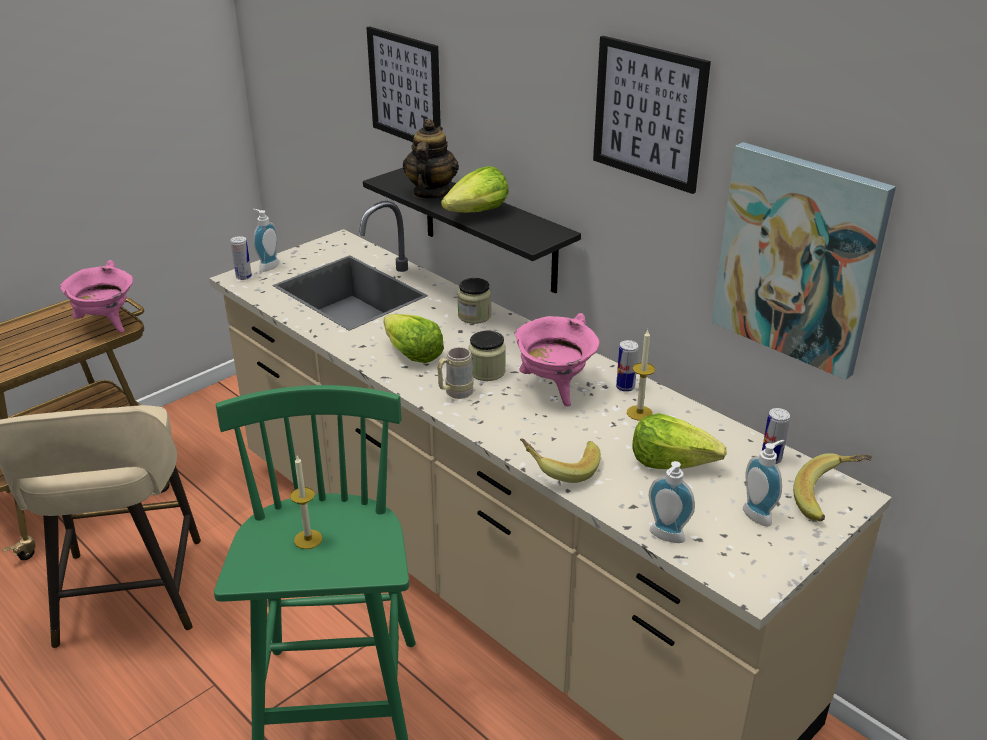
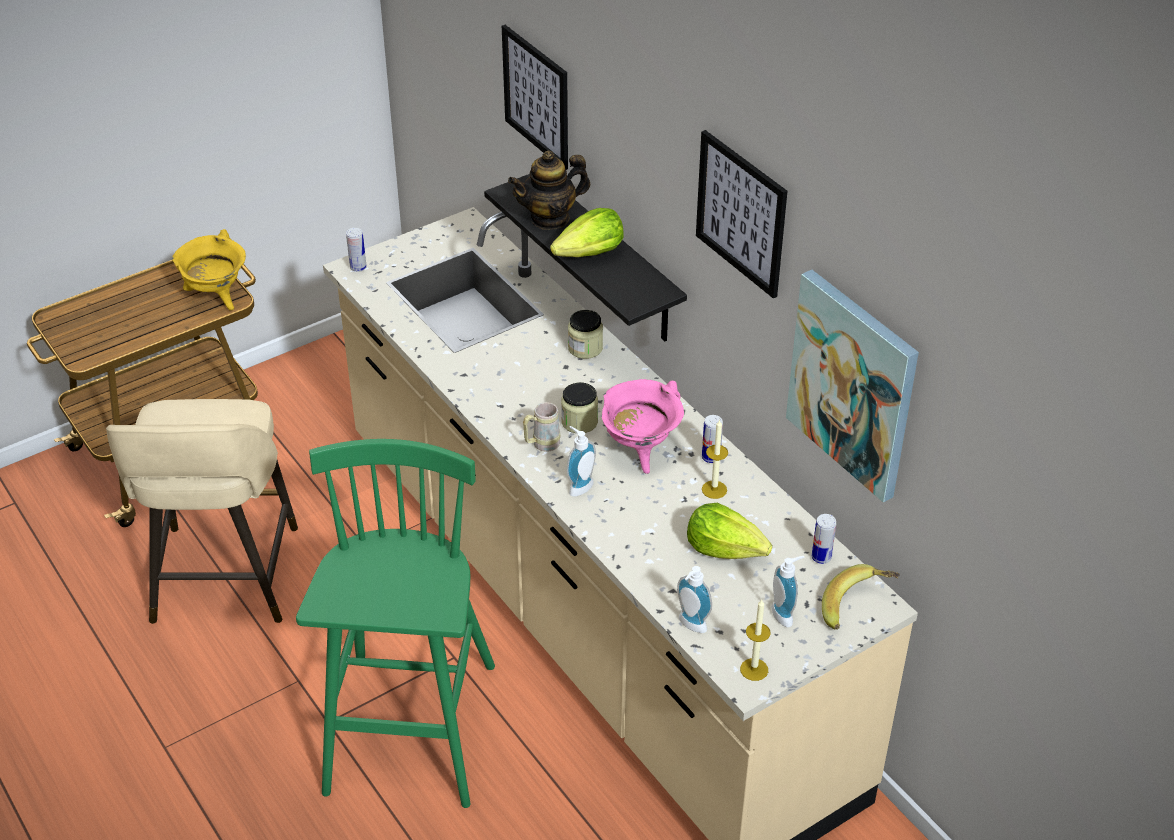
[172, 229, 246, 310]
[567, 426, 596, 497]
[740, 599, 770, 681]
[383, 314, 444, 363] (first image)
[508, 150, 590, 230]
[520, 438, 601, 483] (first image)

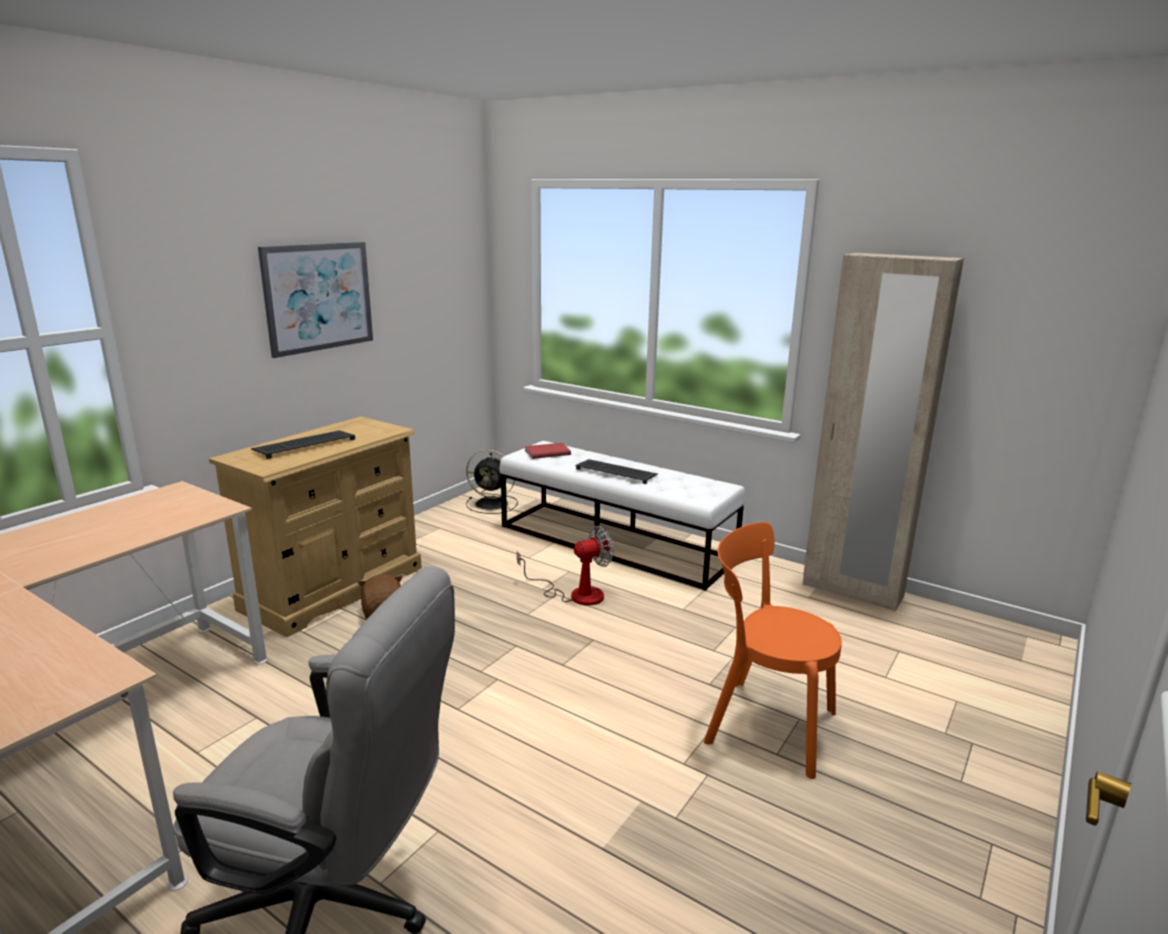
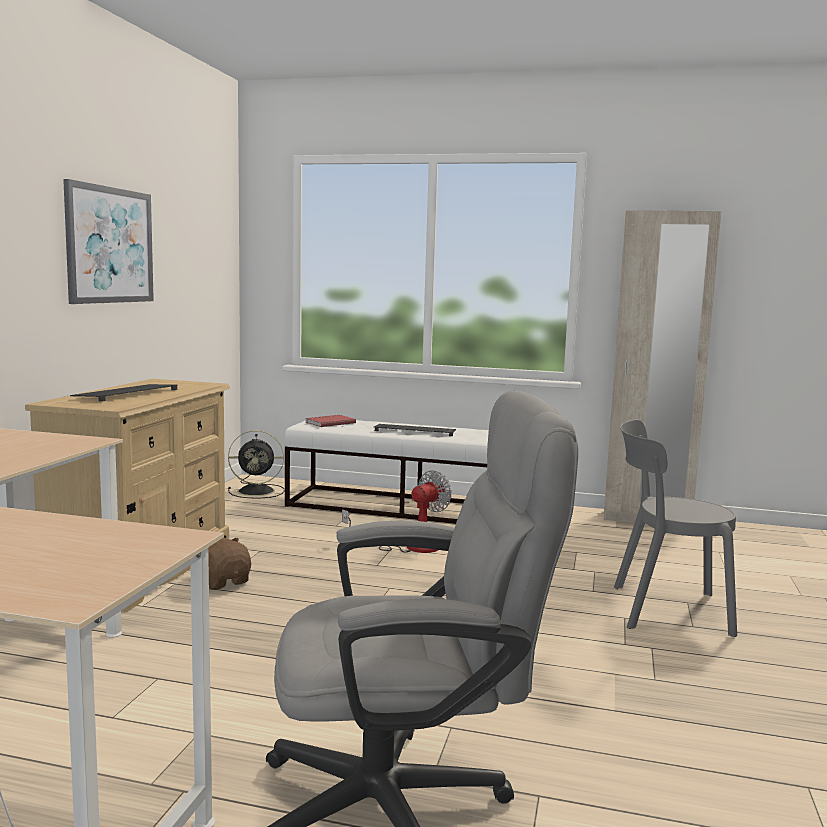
[614, 420, 737, 637]

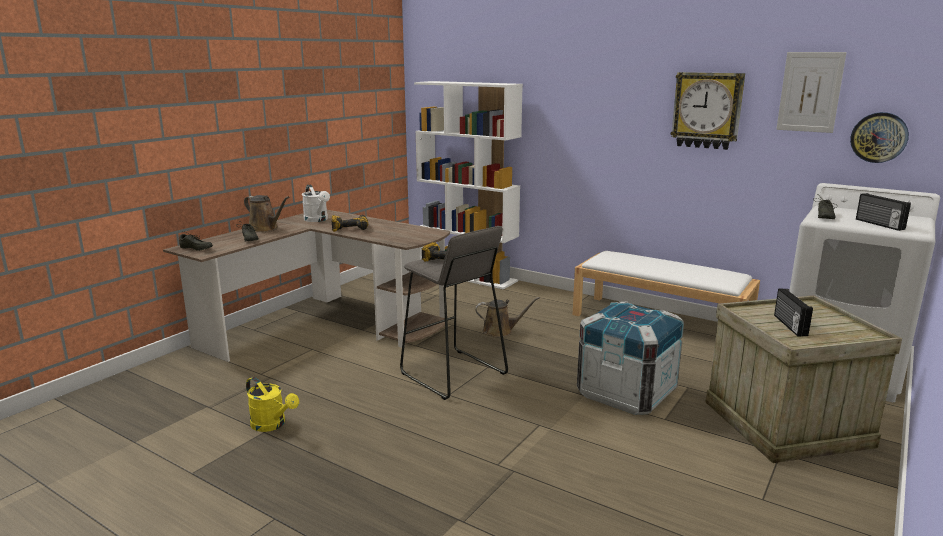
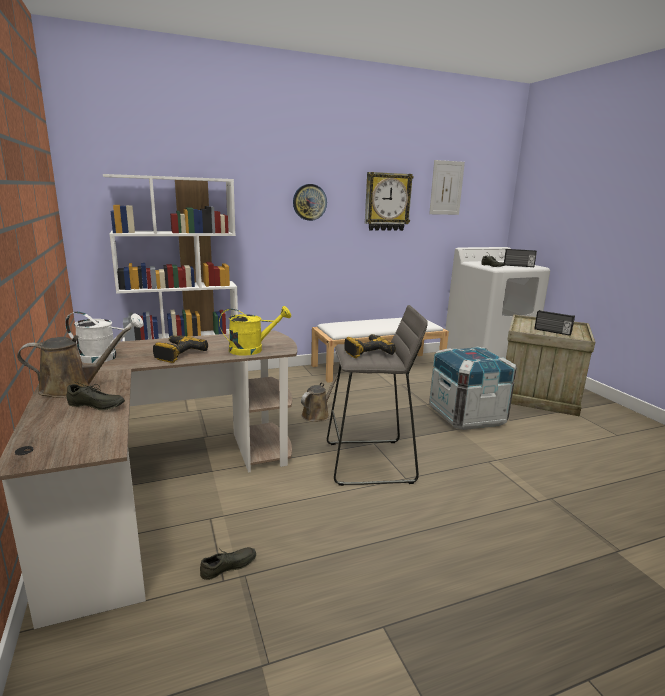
[200, 547, 256, 580]
[219, 306, 291, 356]
[293, 184, 327, 221]

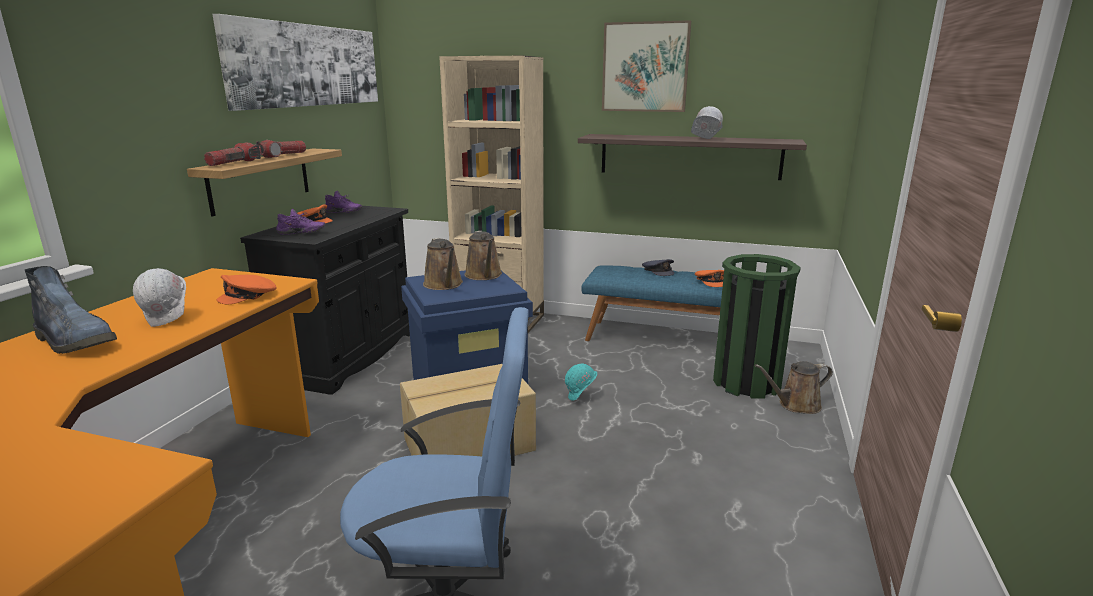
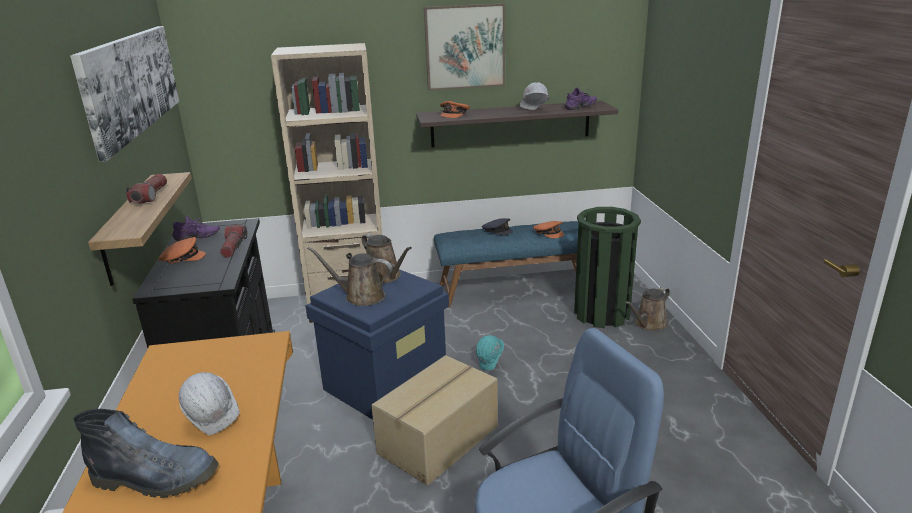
[220, 225, 248, 258]
[440, 101, 470, 118]
[564, 88, 597, 110]
[307, 247, 393, 306]

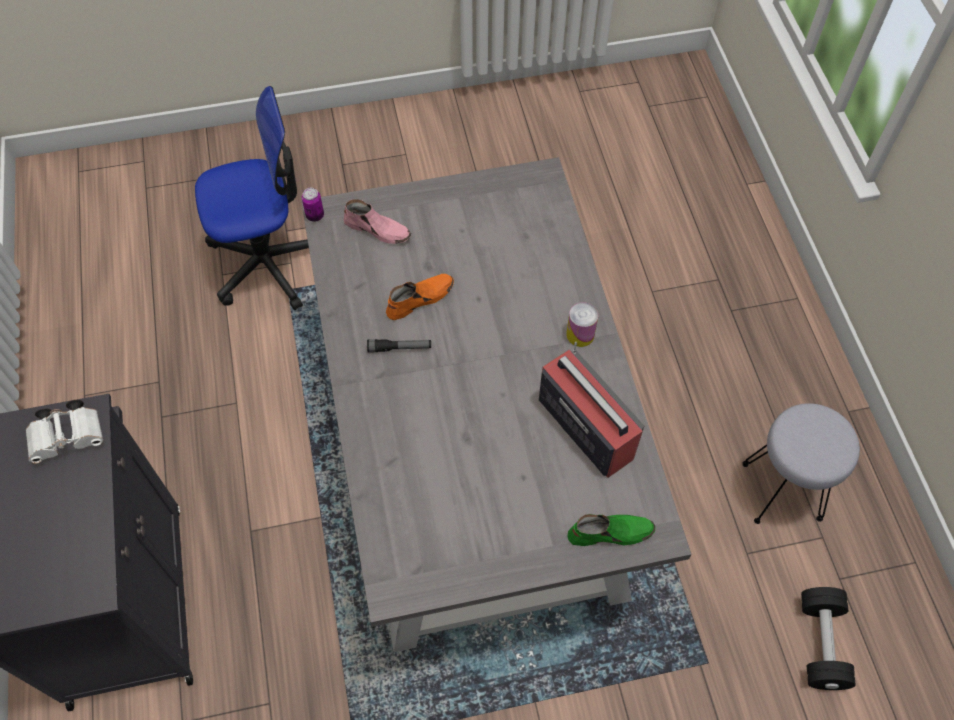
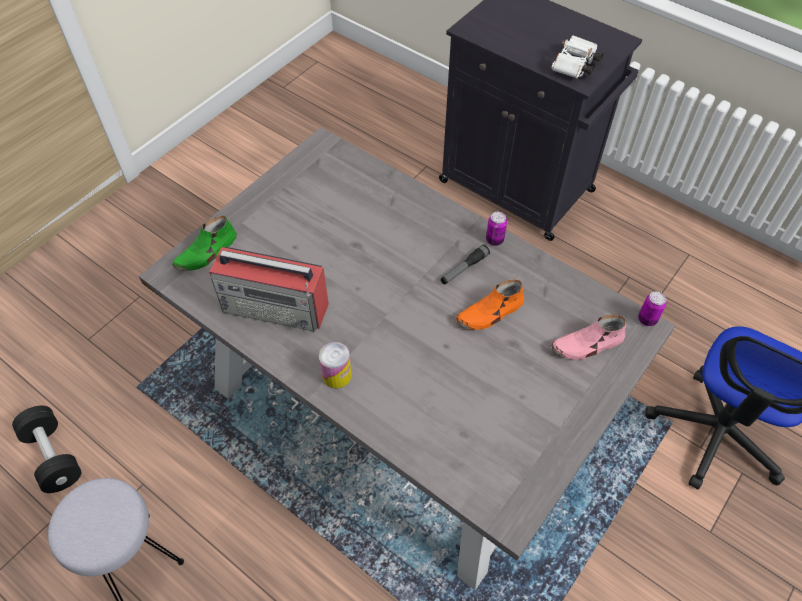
[456, 280, 524, 330]
[486, 212, 507, 246]

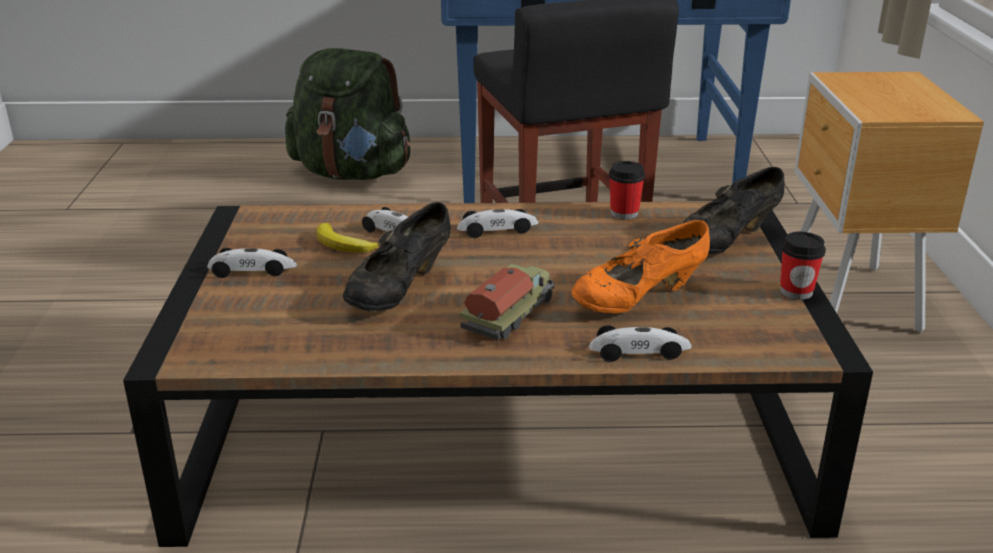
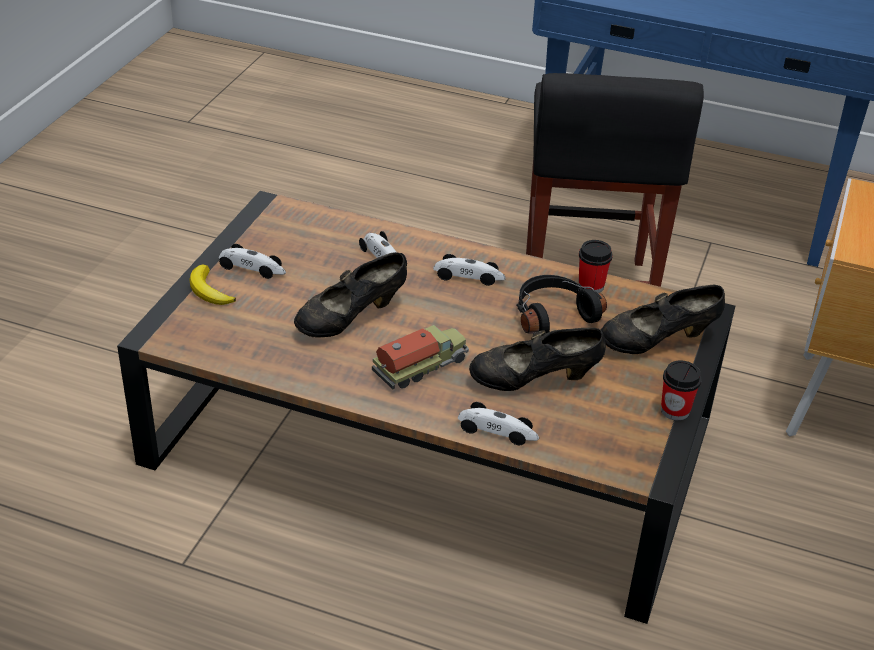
[285, 48, 410, 180] (first image)
[189, 264, 236, 305]
[469, 327, 606, 391]
[516, 275, 607, 335]

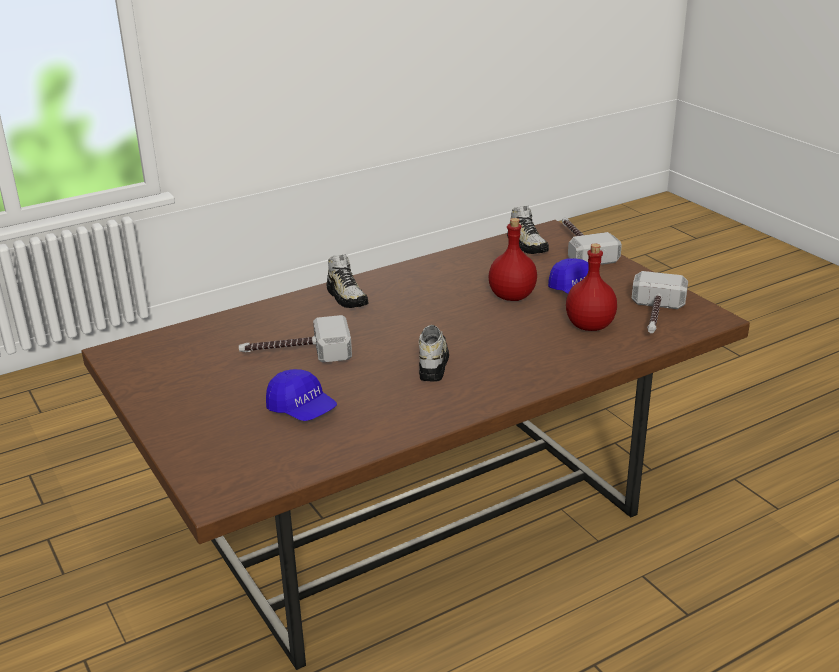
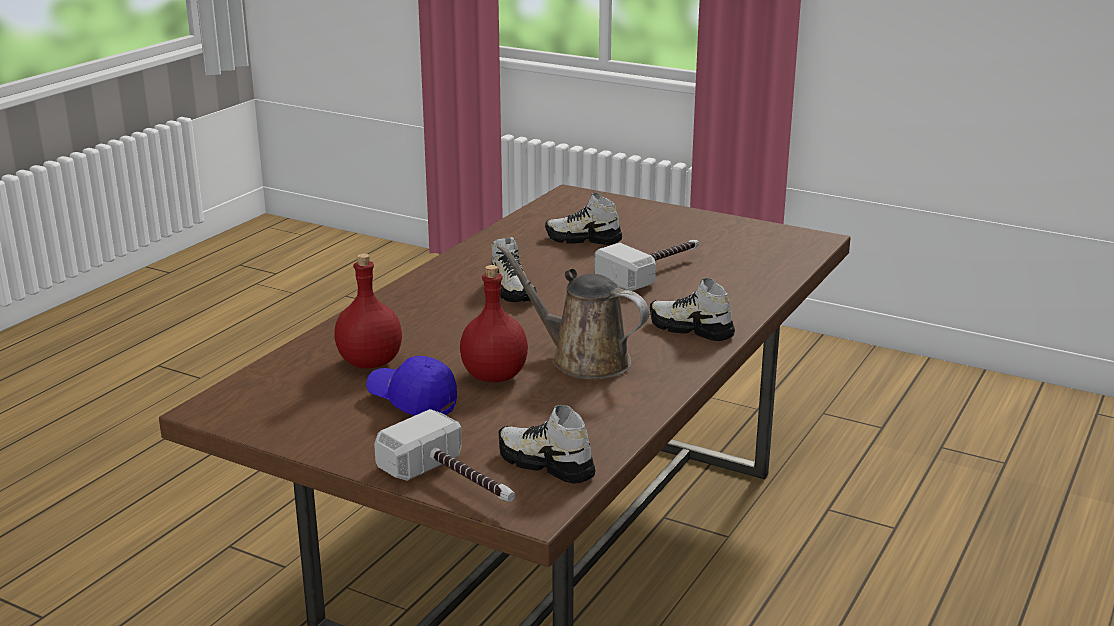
[545, 193, 622, 245]
[632, 271, 688, 333] (first image)
[497, 244, 649, 379]

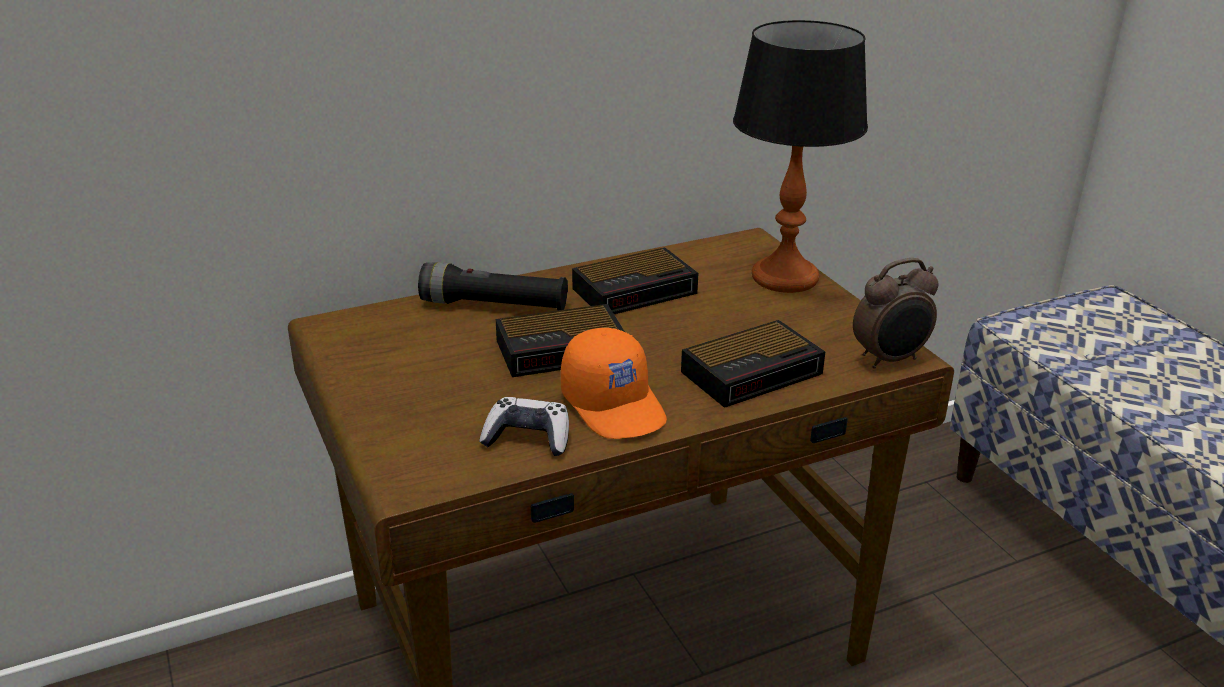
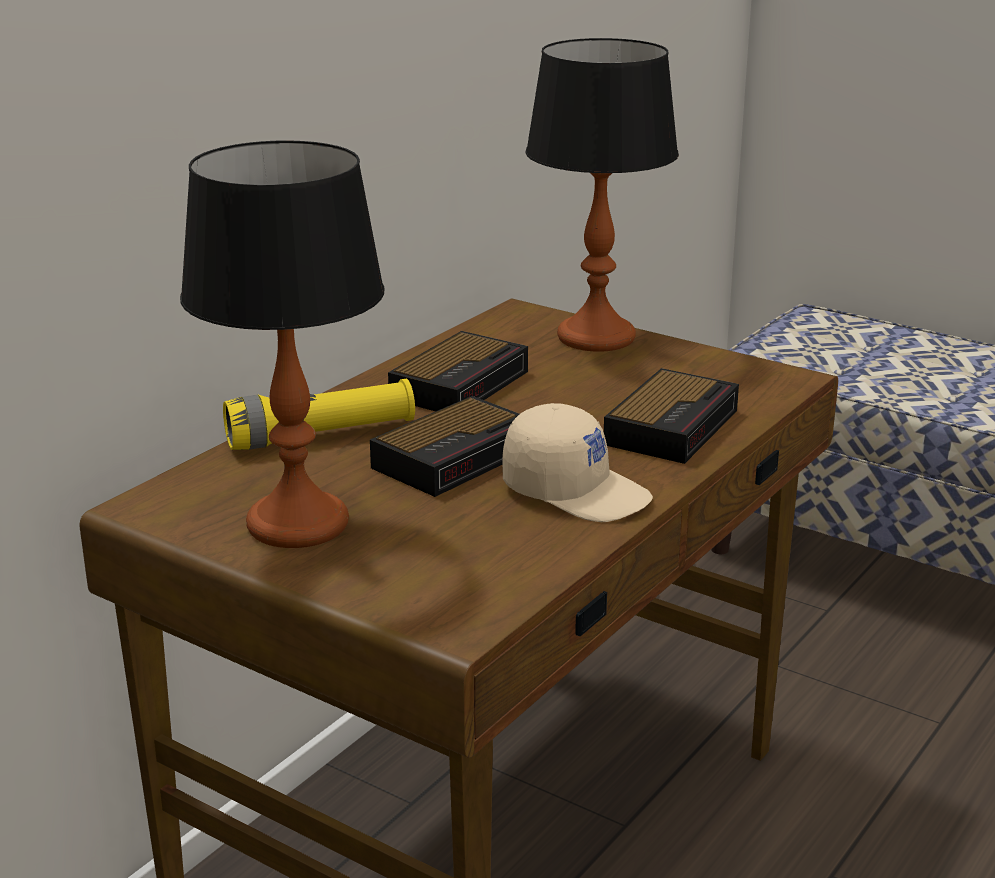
[223, 379, 415, 450]
[479, 397, 569, 456] (first image)
[502, 403, 653, 522]
[853, 258, 939, 369] (first image)
[180, 140, 385, 548]

